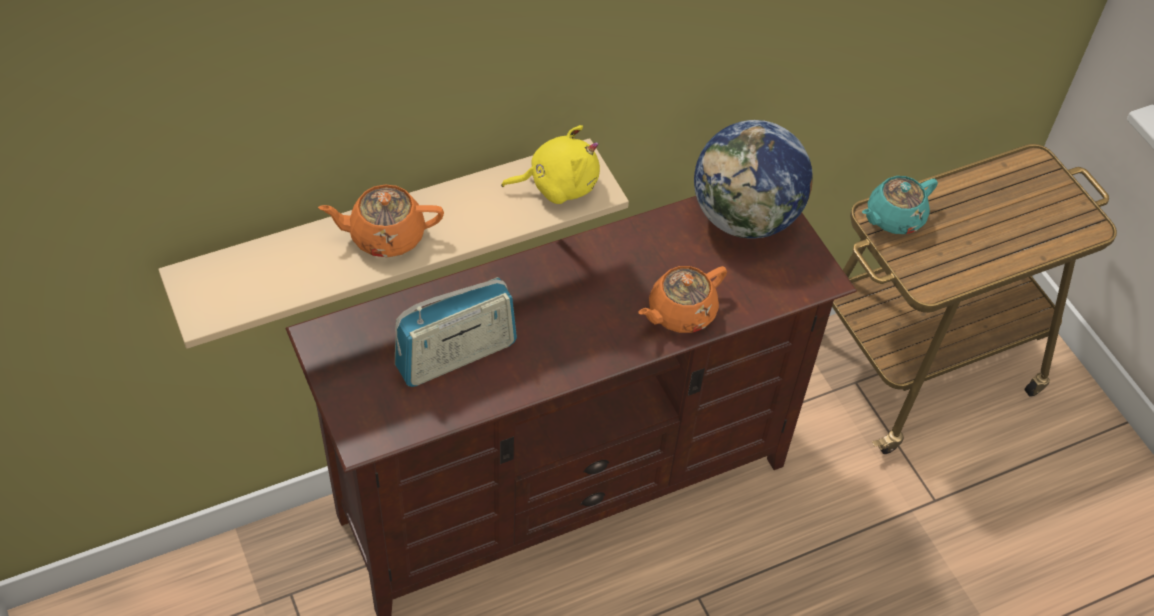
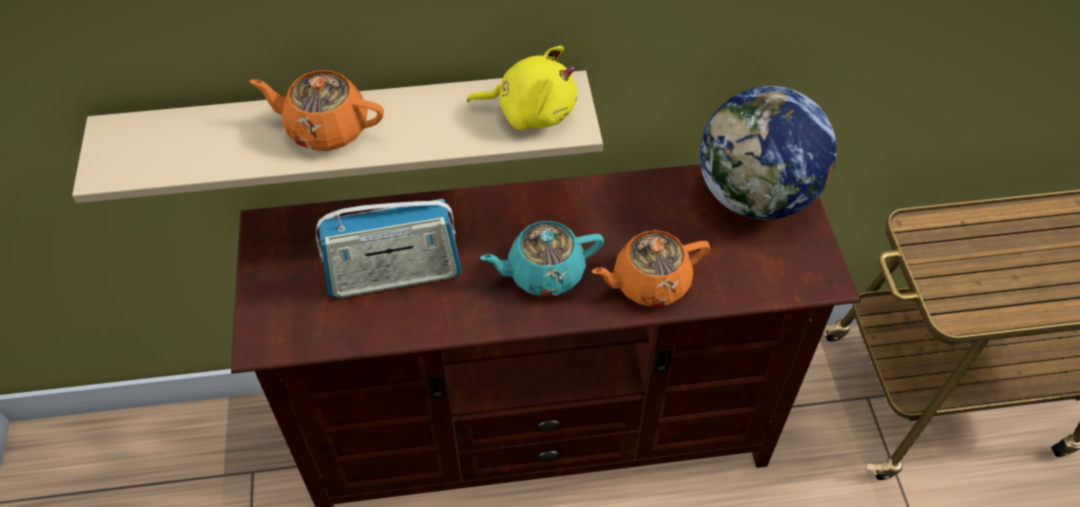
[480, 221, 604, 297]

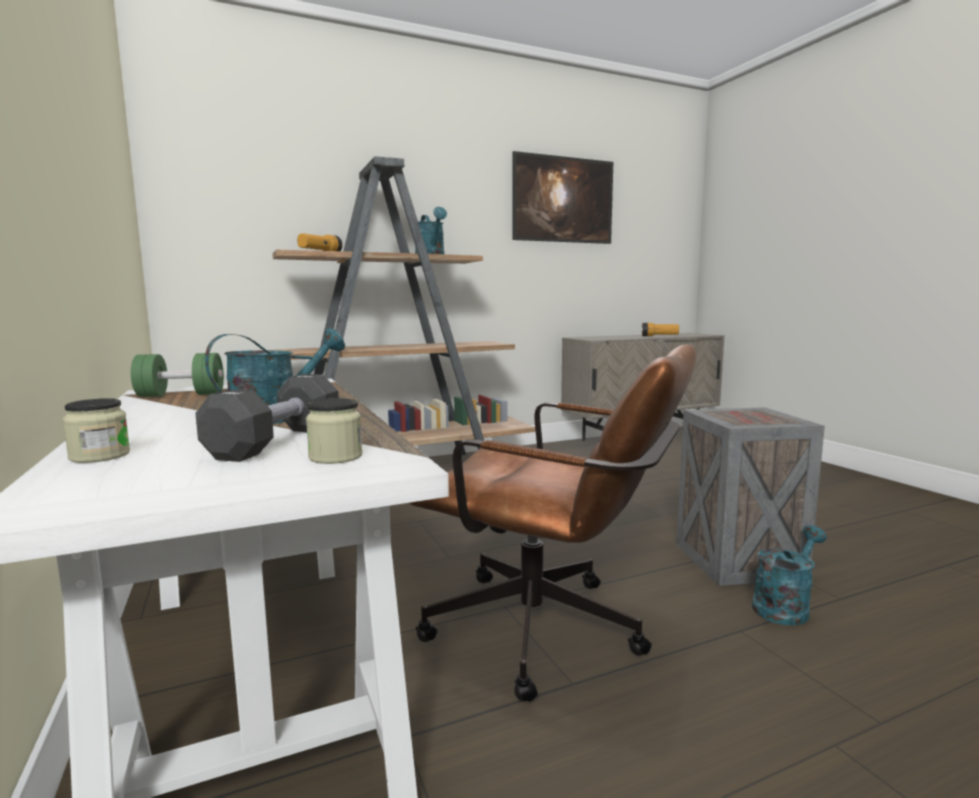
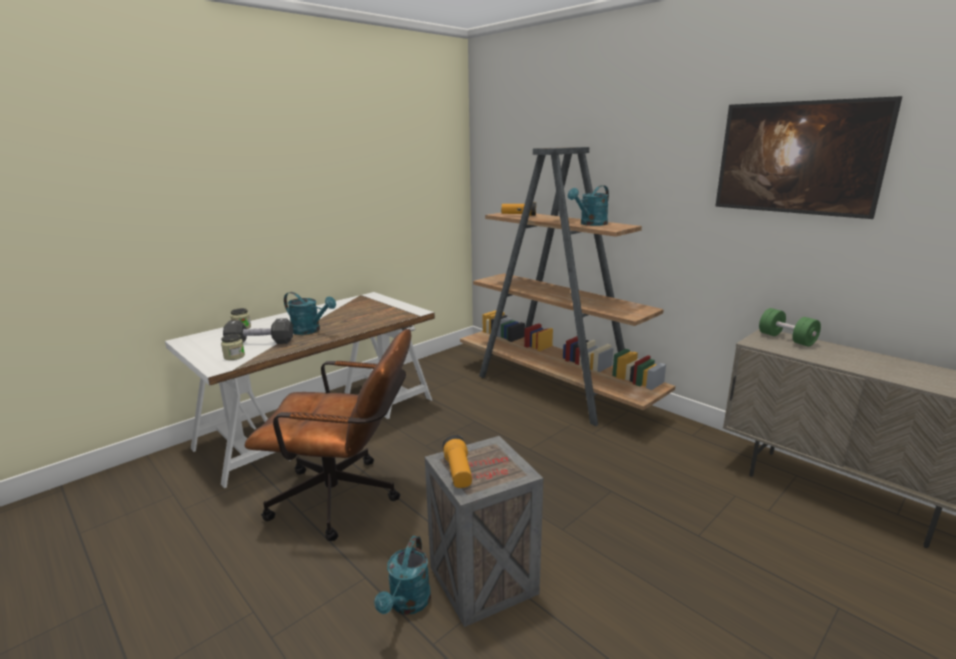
[759, 308, 821, 347]
[244, 329, 411, 541]
[442, 435, 472, 488]
[374, 536, 431, 615]

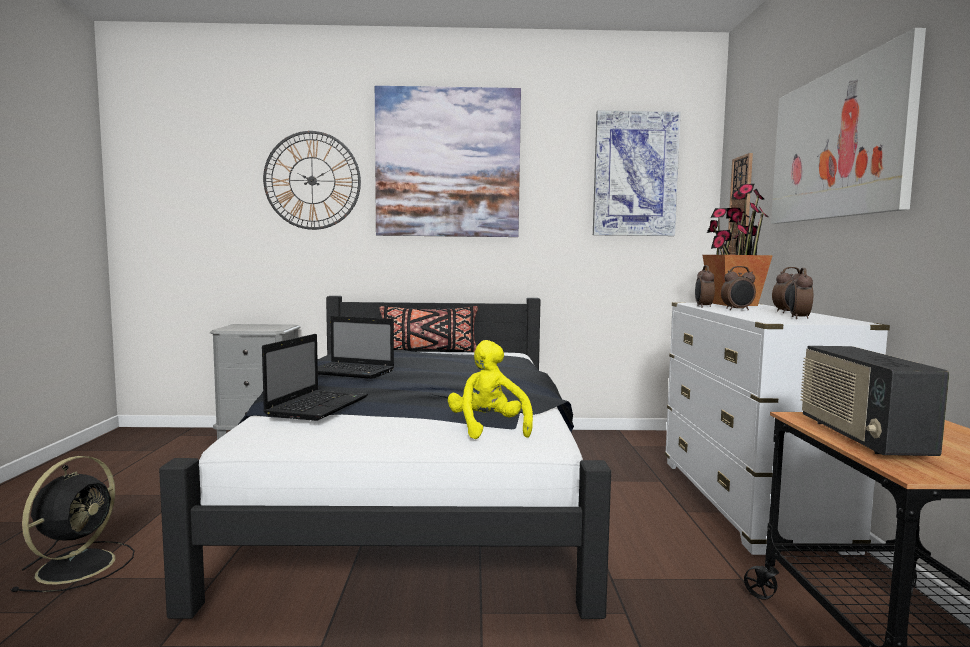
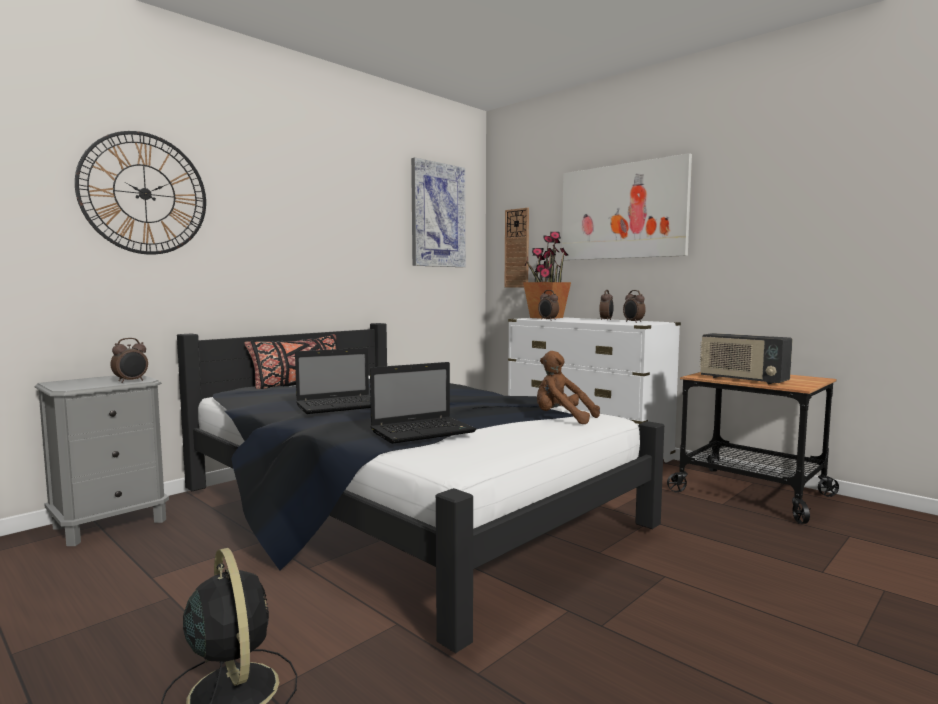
[370, 362, 477, 444]
[375, 86, 521, 237] (first image)
[537, 351, 600, 424]
[110, 338, 148, 383]

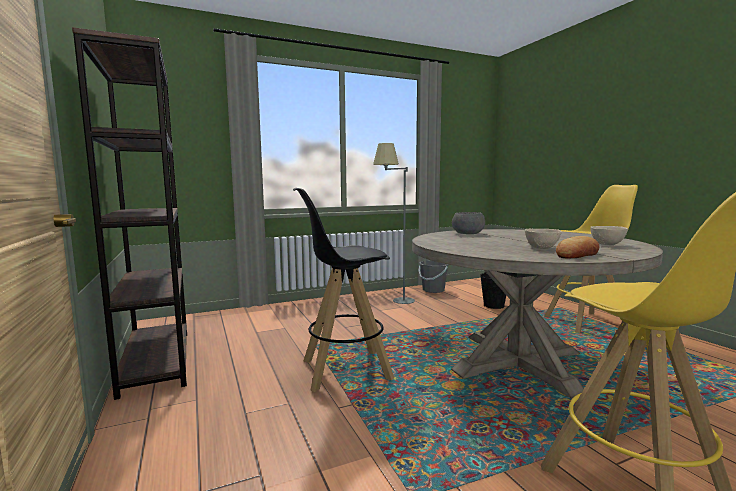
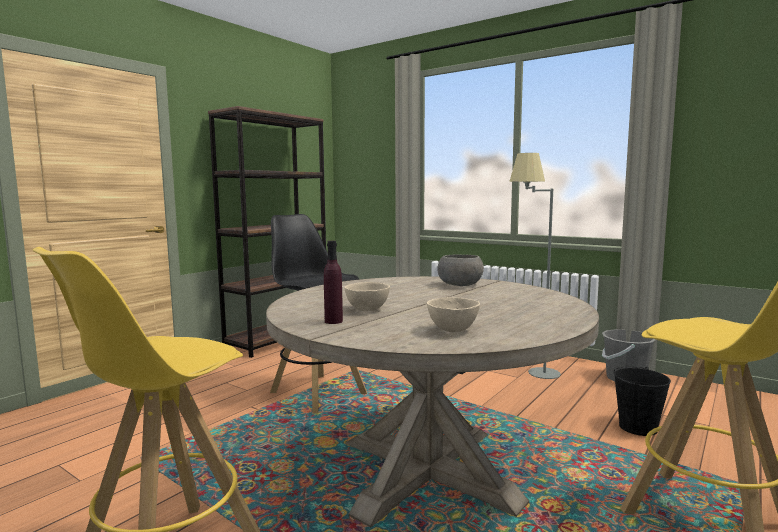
[324, 241, 343, 324]

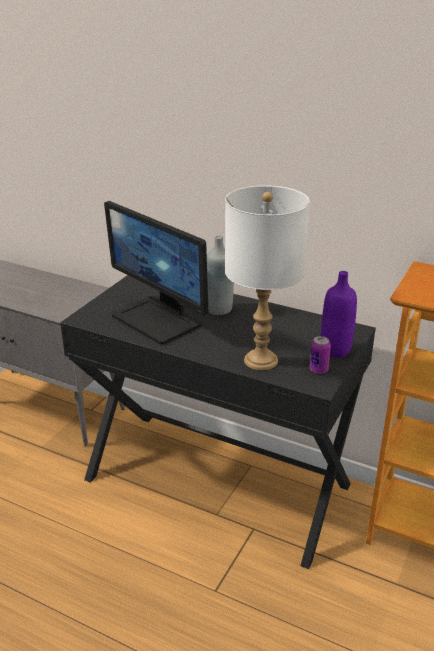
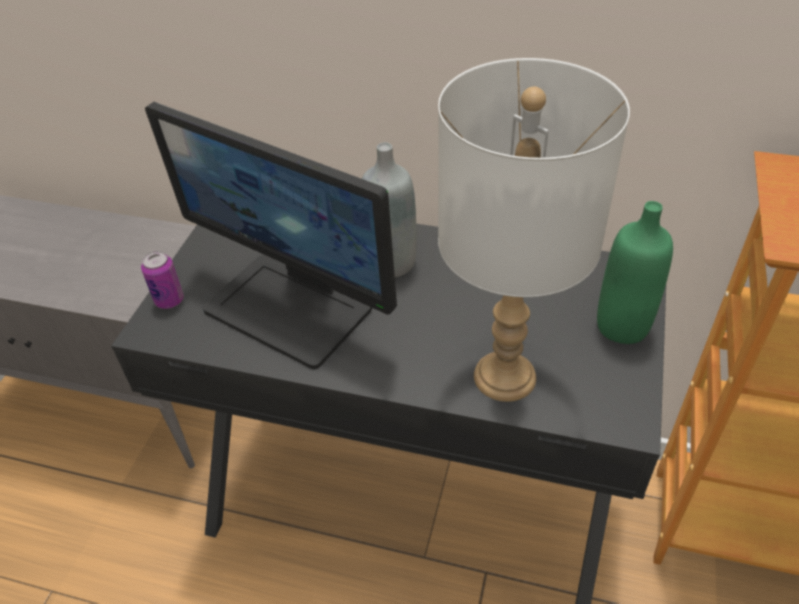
[141, 251, 184, 309]
[597, 201, 673, 344]

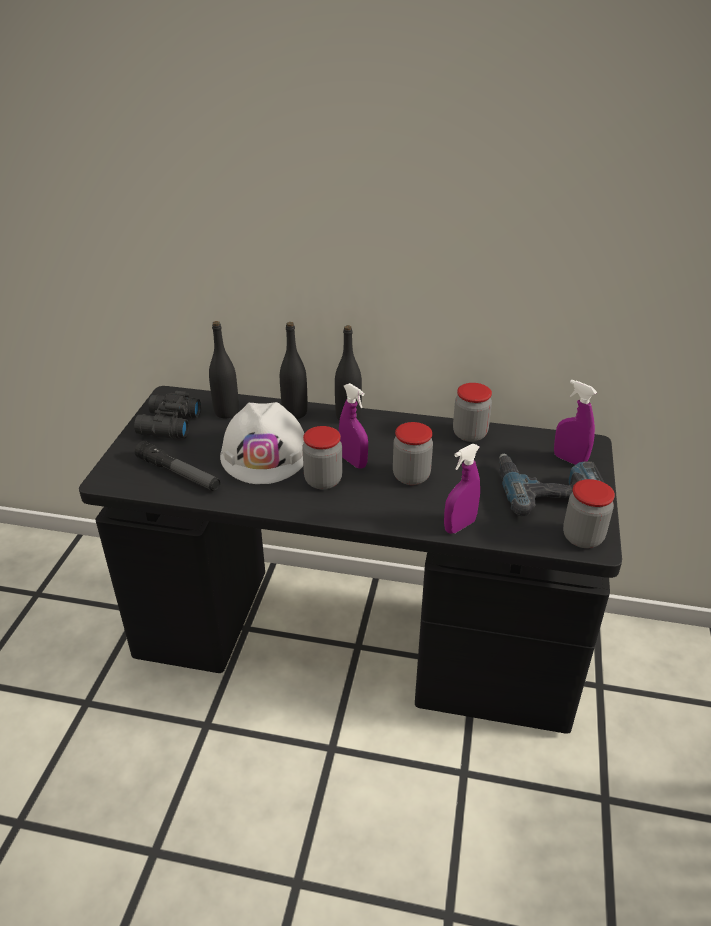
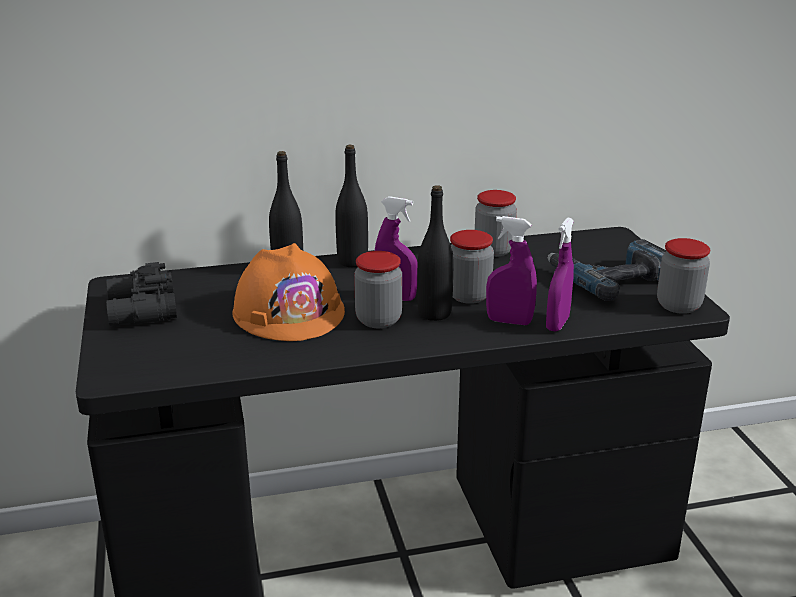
[135, 441, 221, 491] (first image)
[417, 185, 454, 321]
[232, 243, 345, 341]
[486, 216, 537, 325]

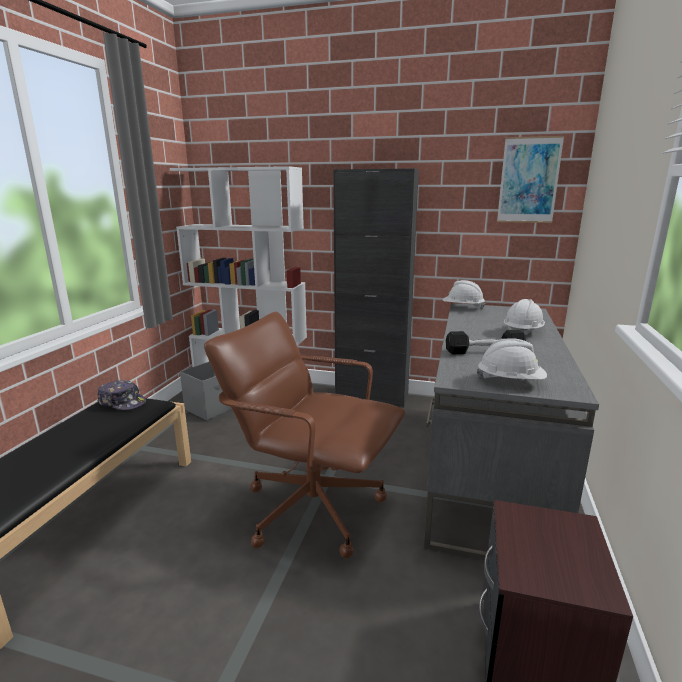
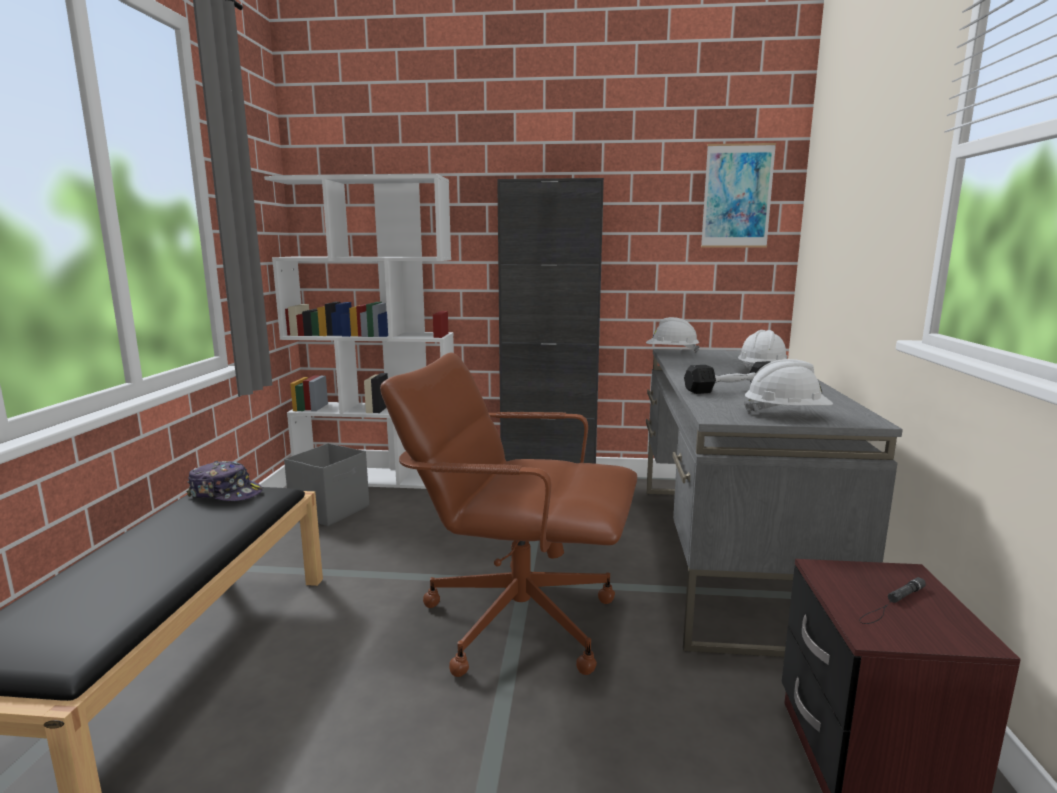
[859, 577, 926, 624]

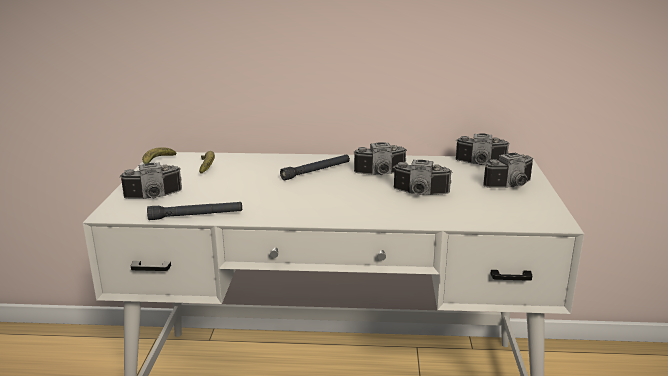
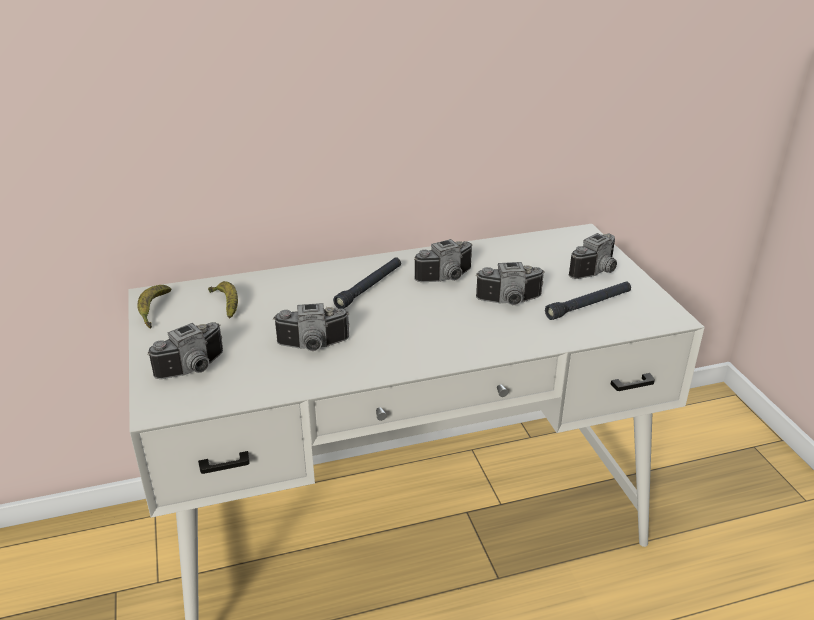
[545, 281, 631, 320]
[273, 303, 350, 351]

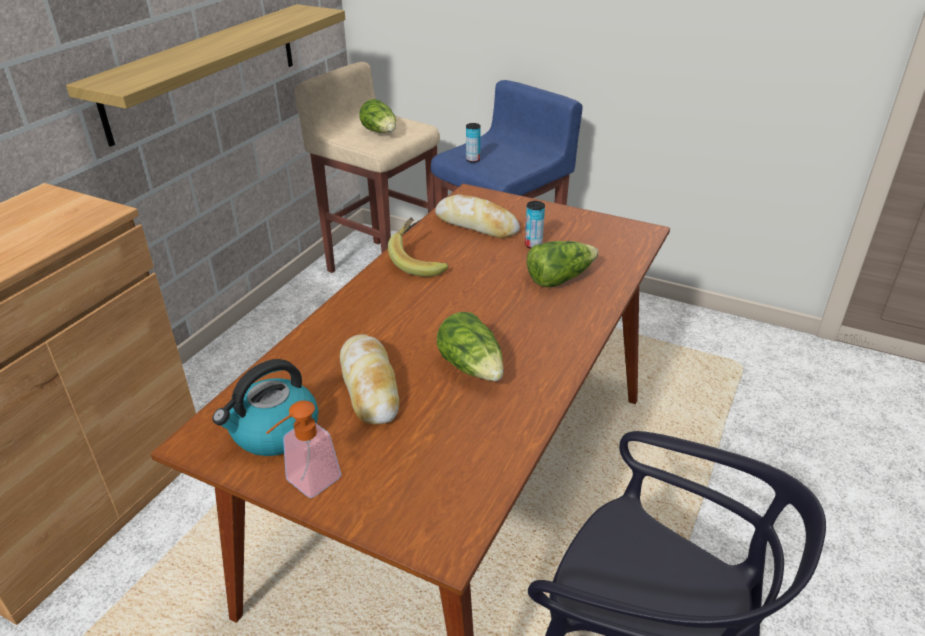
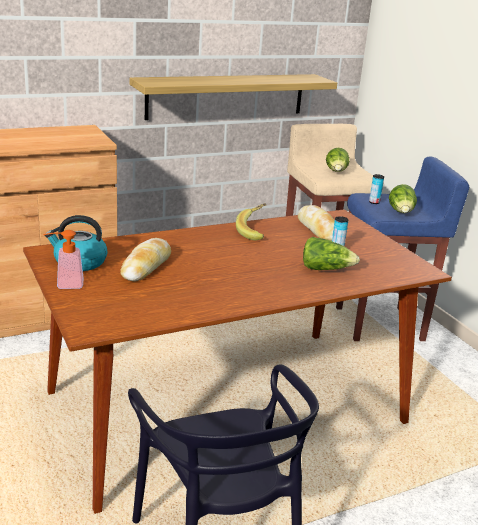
[389, 184, 417, 213]

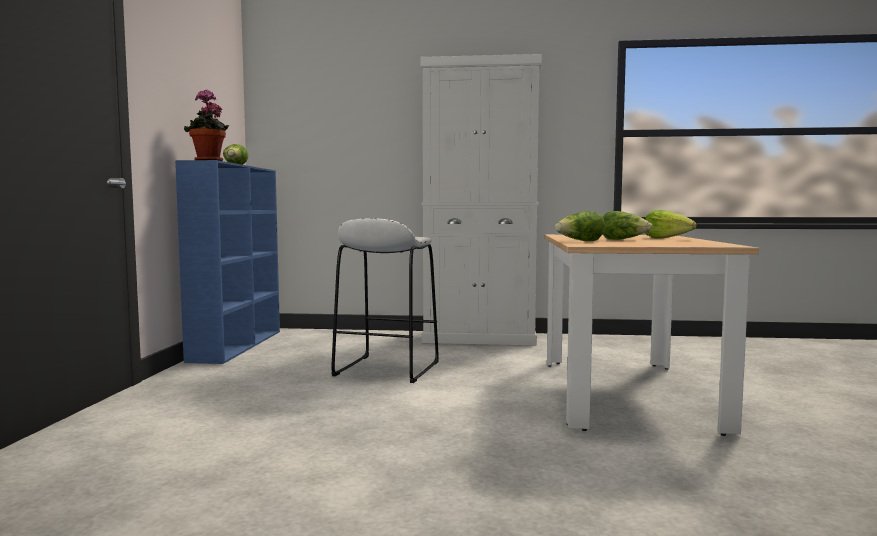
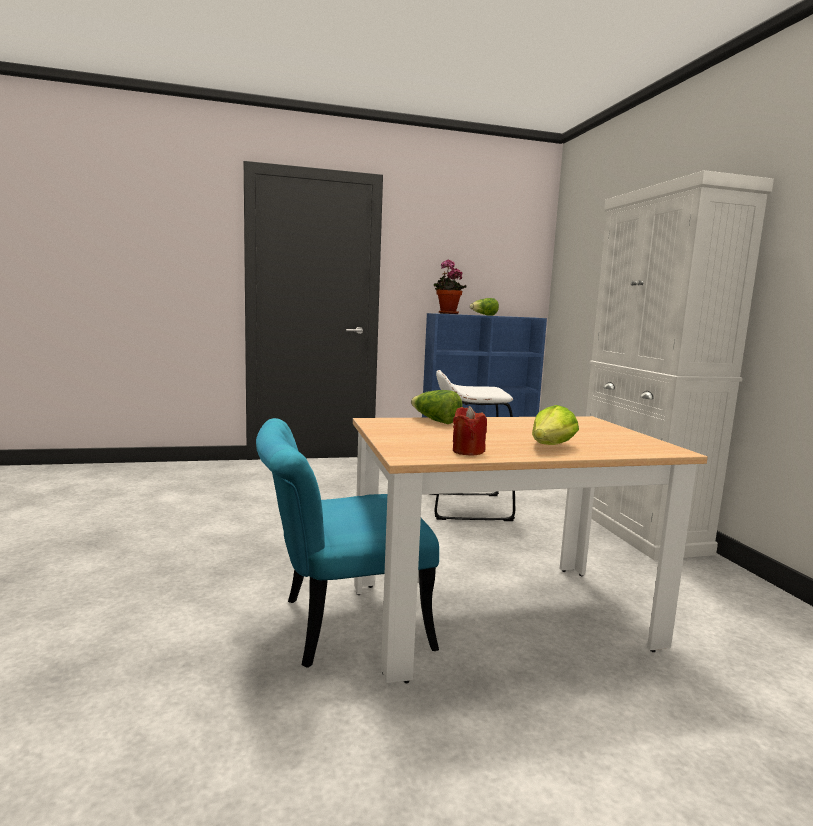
[603, 211, 652, 240] (first image)
[256, 418, 439, 668]
[453, 406, 487, 456]

